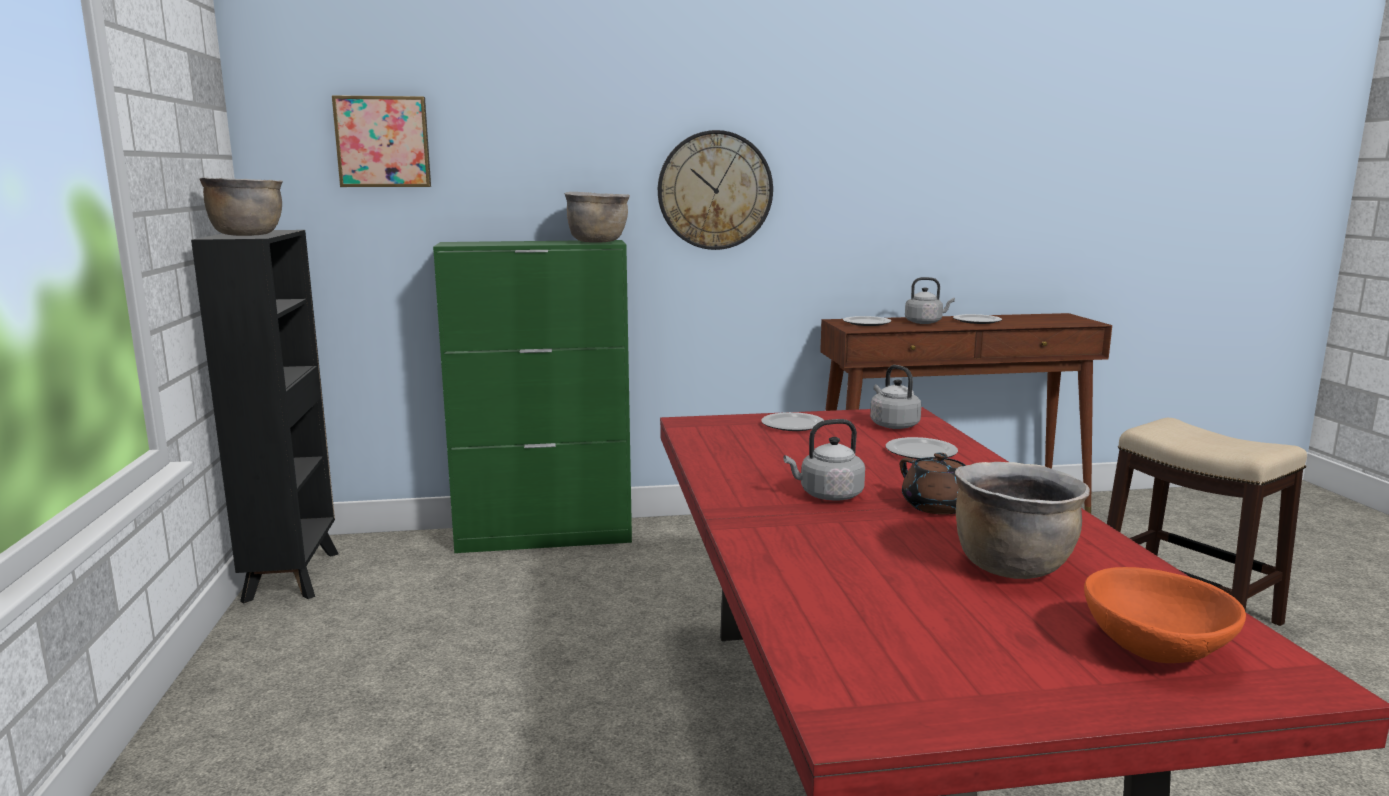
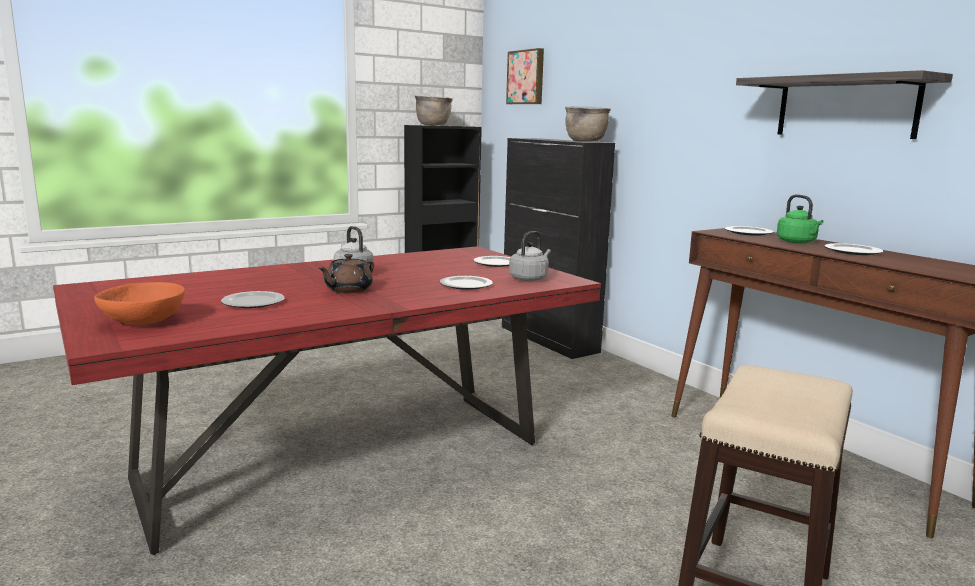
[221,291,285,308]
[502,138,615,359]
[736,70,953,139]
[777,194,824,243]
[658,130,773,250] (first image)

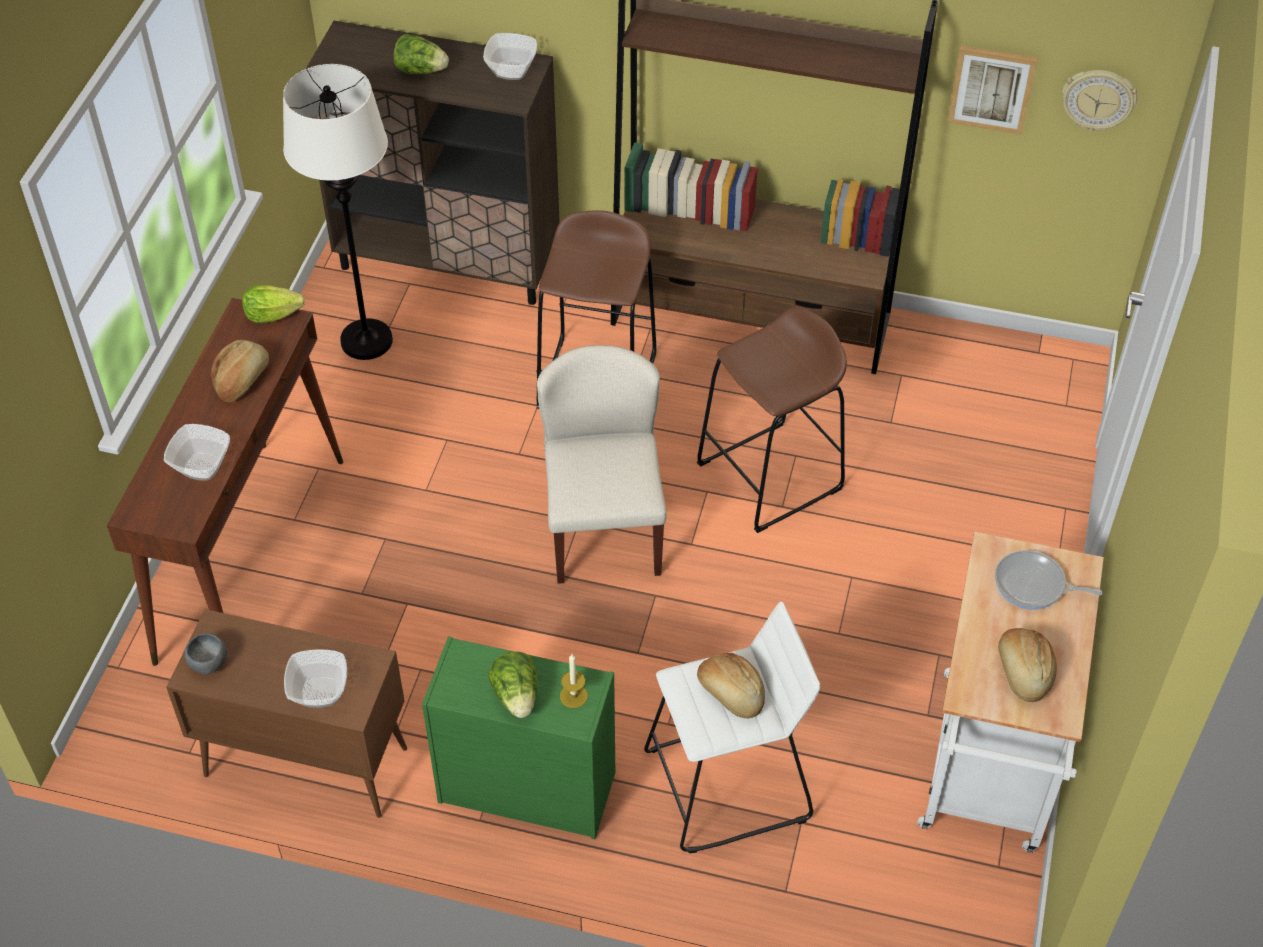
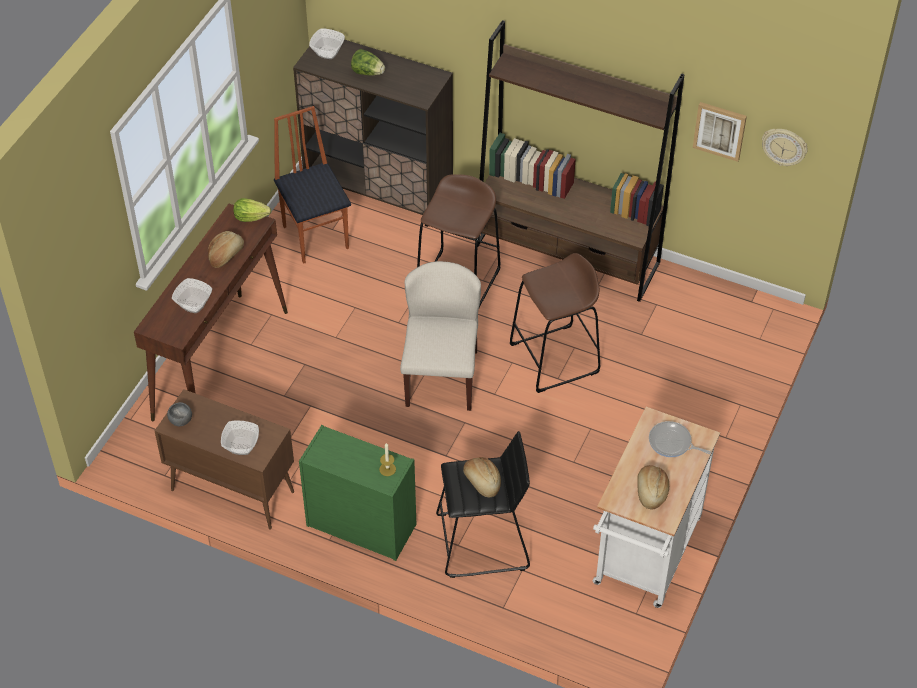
[274,106,351,264]
[309,29,345,59]
[436,431,530,578]
[489,651,537,718] (first image)

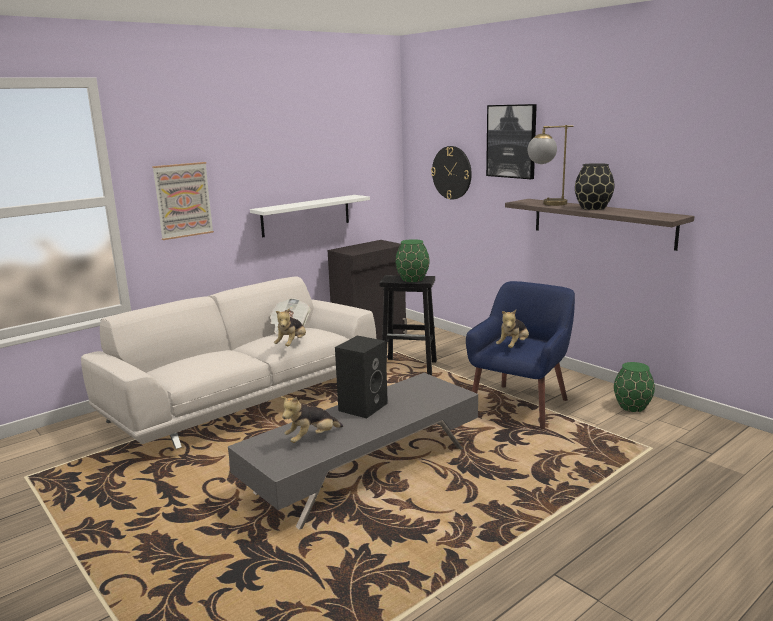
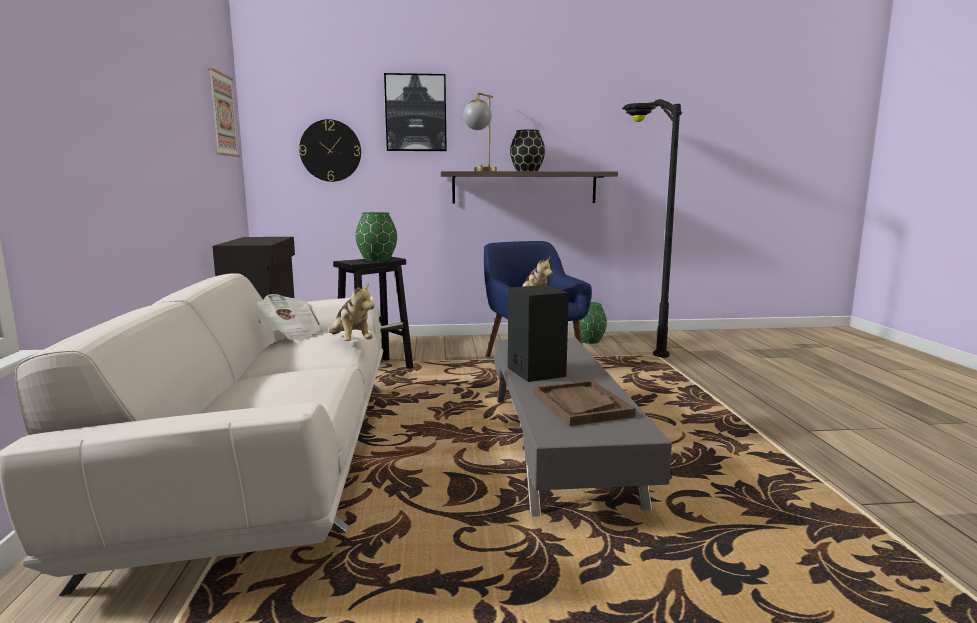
[208,68,240,157]
[534,380,636,426]
[622,99,682,358]
[250,195,370,237] (first image)

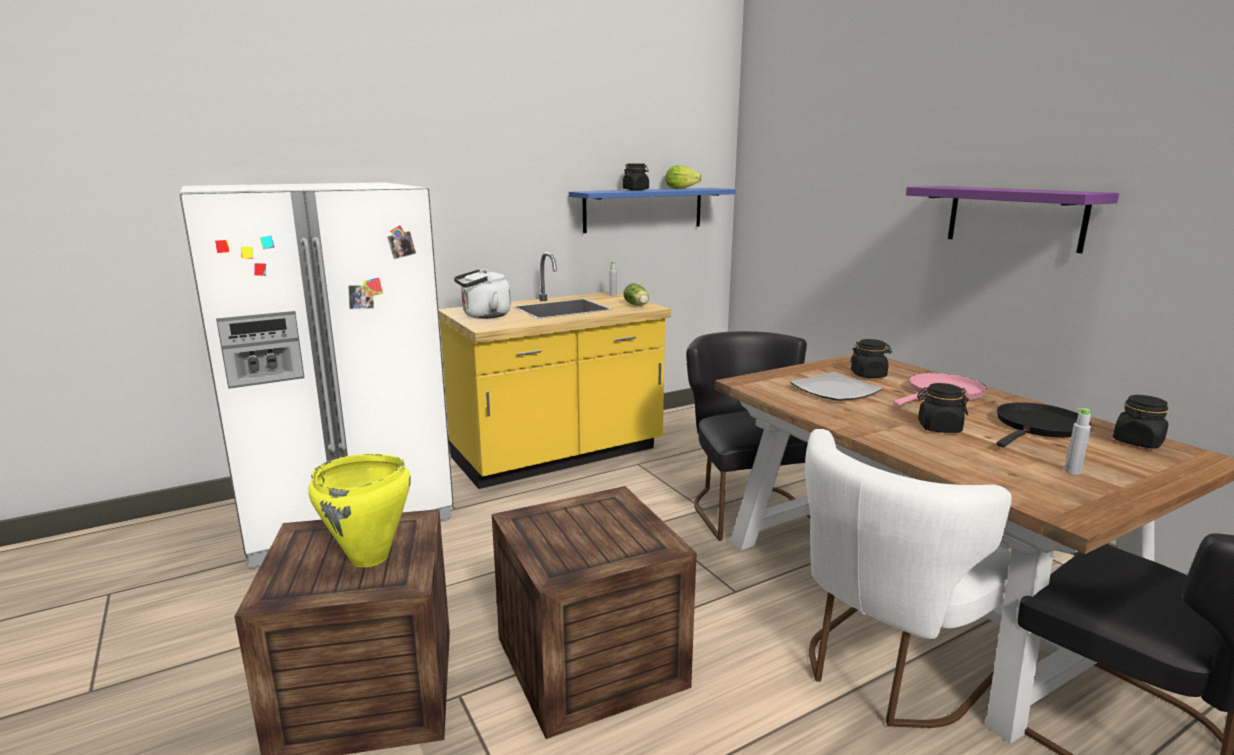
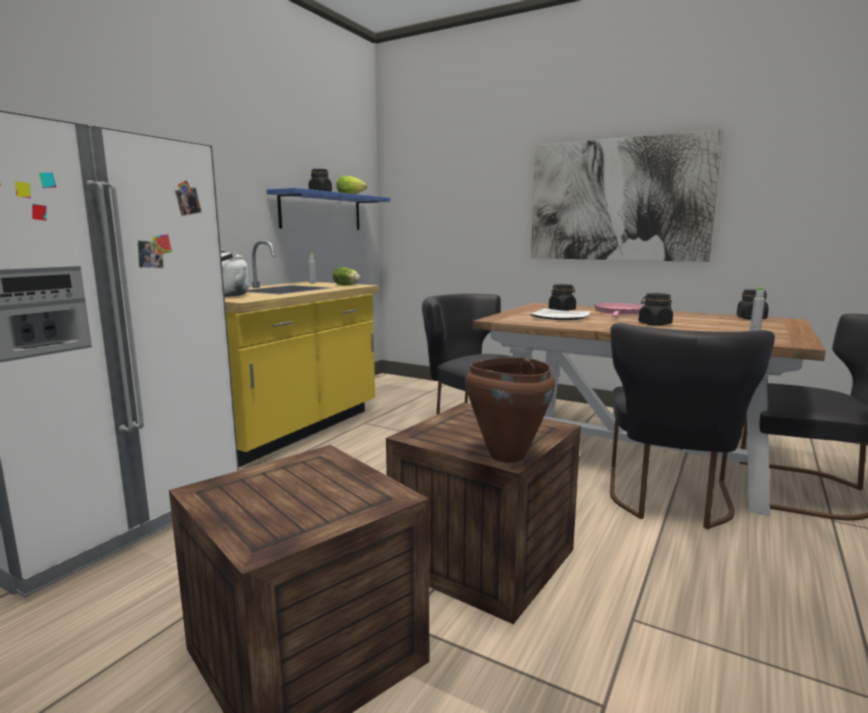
[465,357,555,463]
[531,129,723,262]
[610,323,775,529]
[308,454,411,567] (first image)
[996,402,1091,447] (first image)

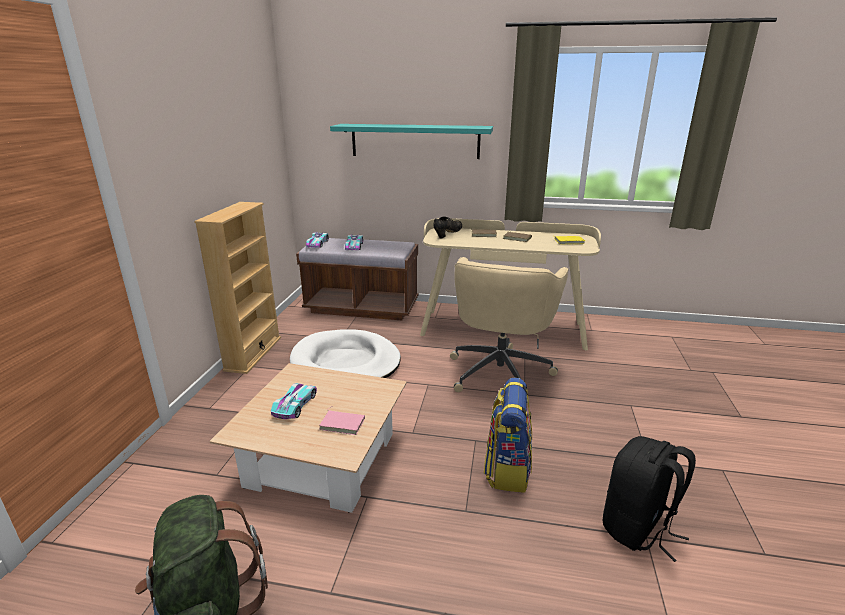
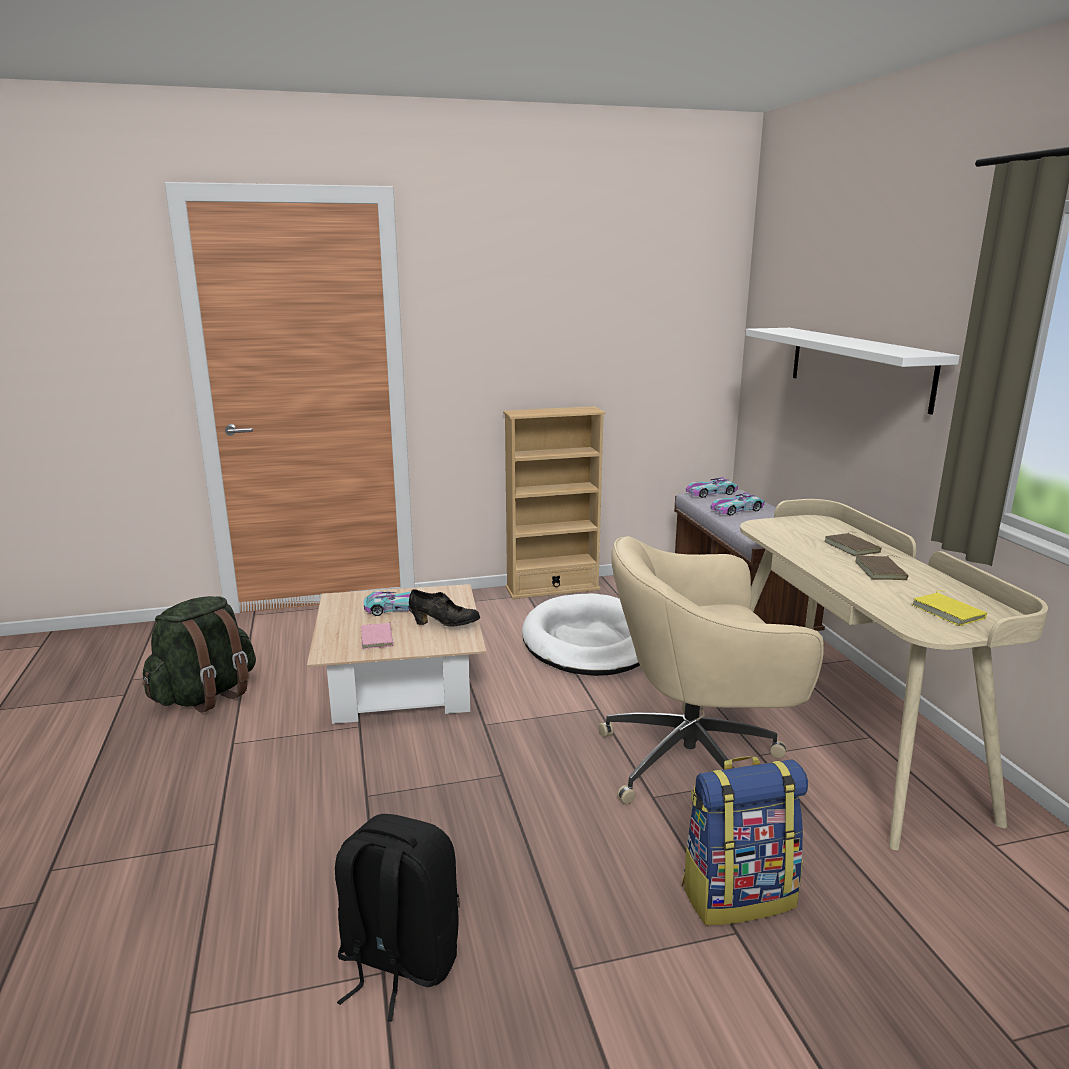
[409,589,480,627]
[682,756,808,925]
[746,328,960,415]

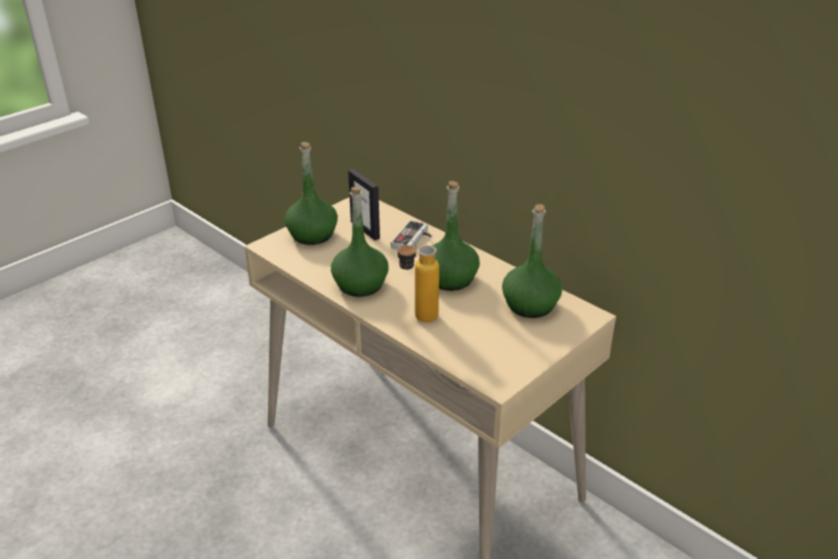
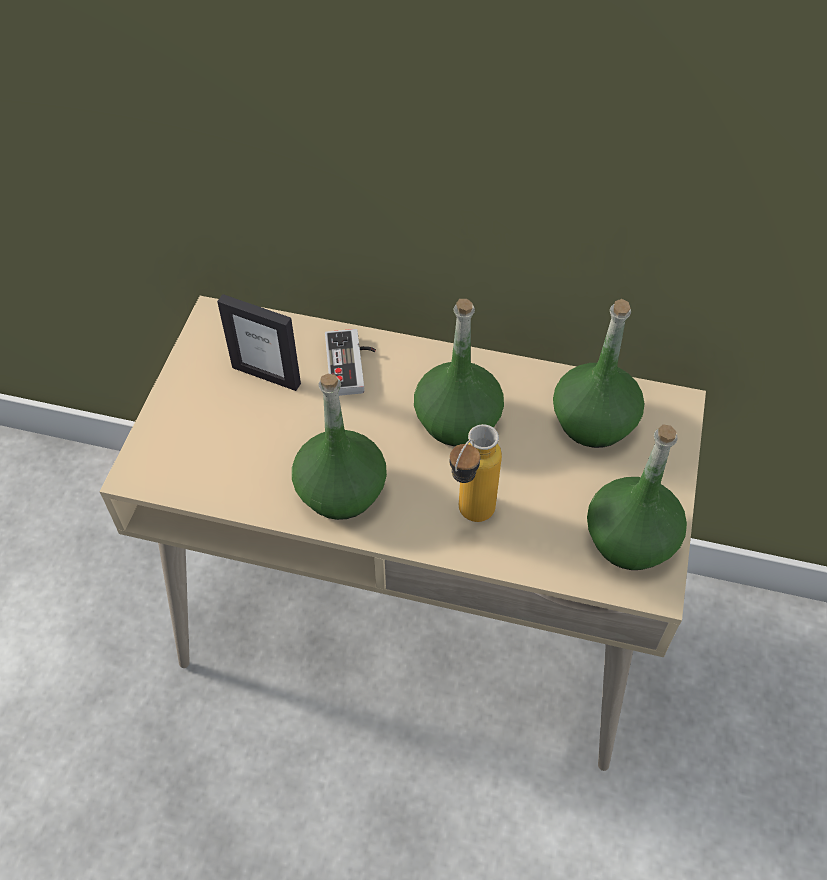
[587,424,687,570]

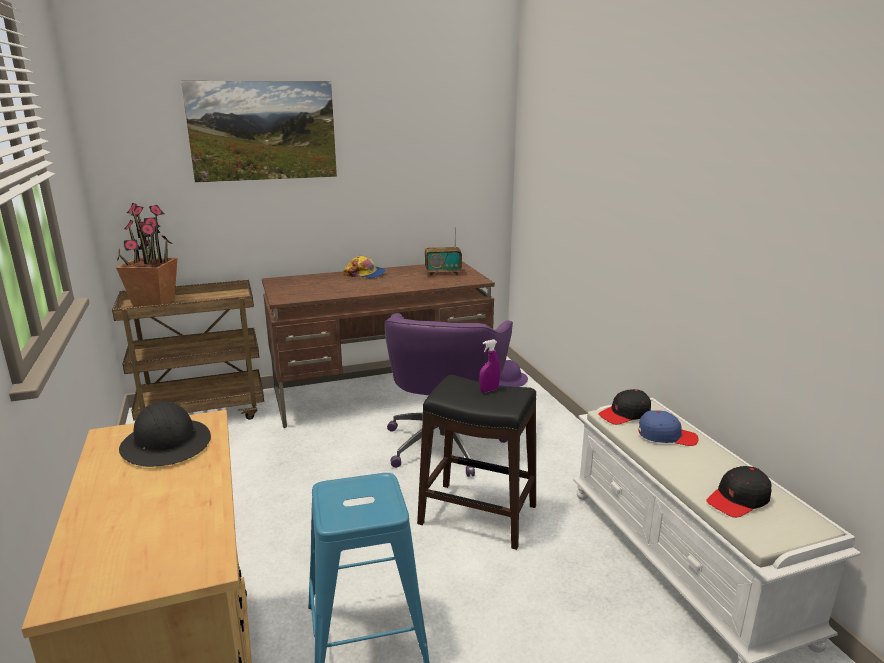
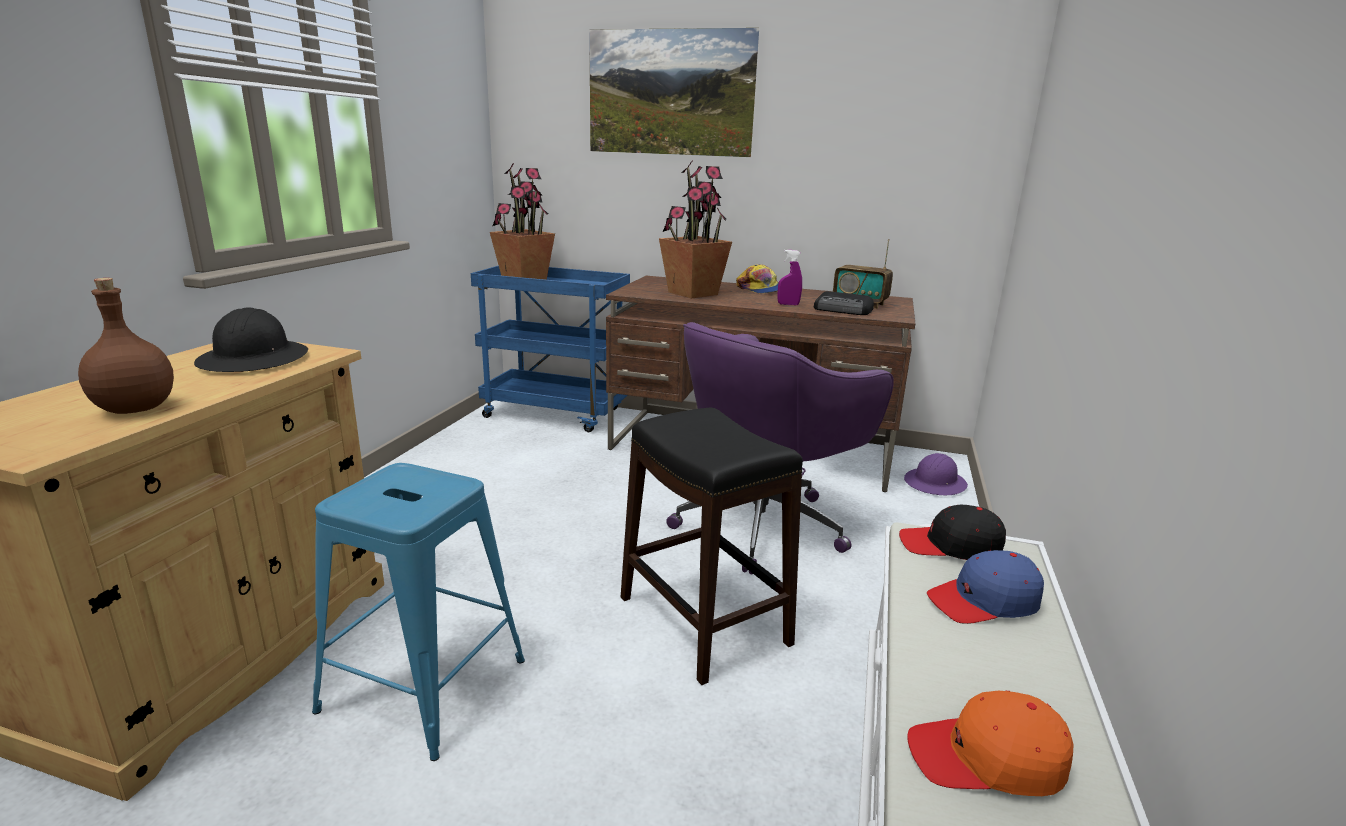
[78,278,174,414]
[471,265,630,432]
[659,161,732,299]
[778,250,802,305]
[814,291,874,315]
[907,691,1073,796]
[927,550,1044,624]

